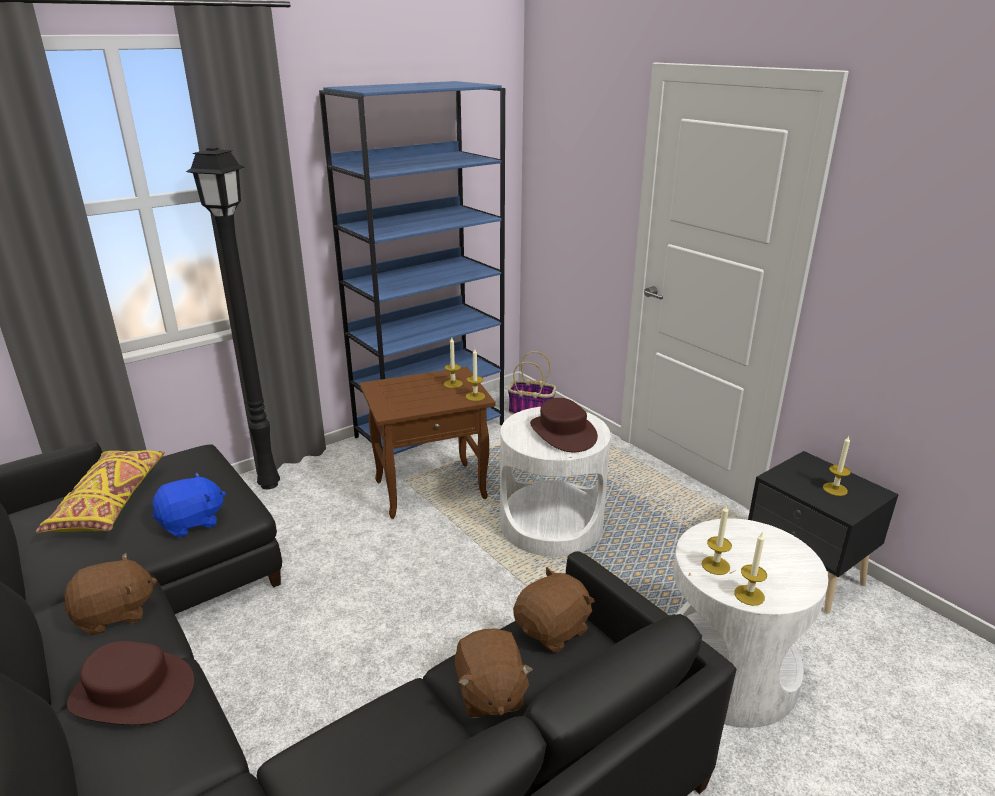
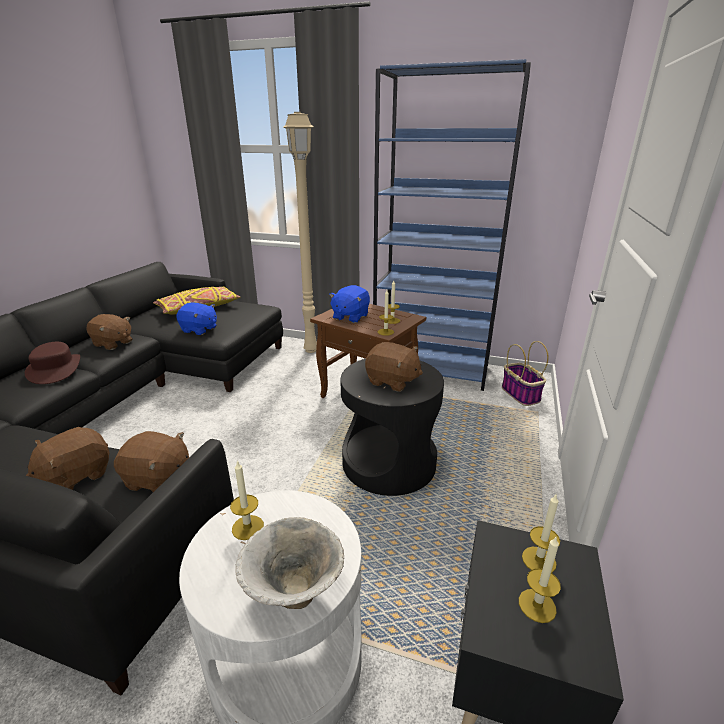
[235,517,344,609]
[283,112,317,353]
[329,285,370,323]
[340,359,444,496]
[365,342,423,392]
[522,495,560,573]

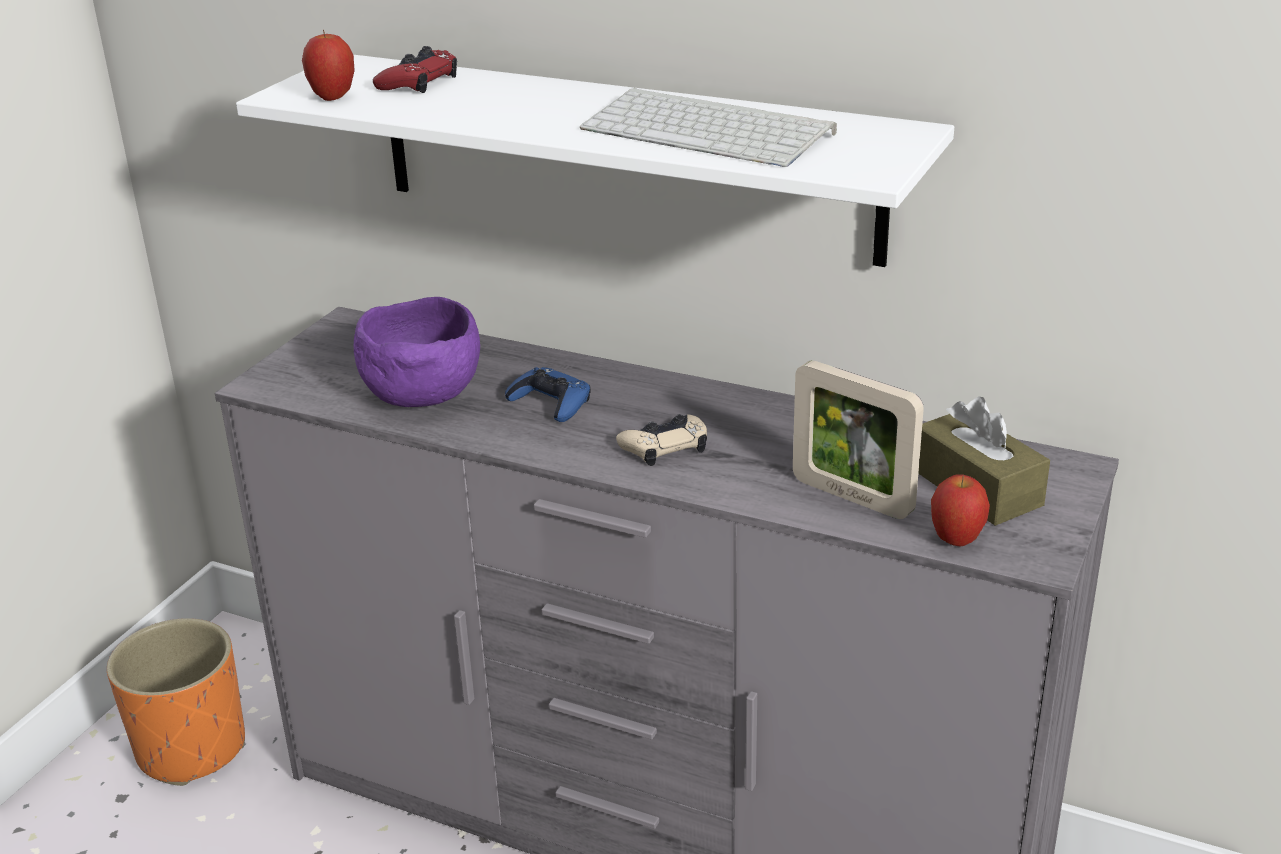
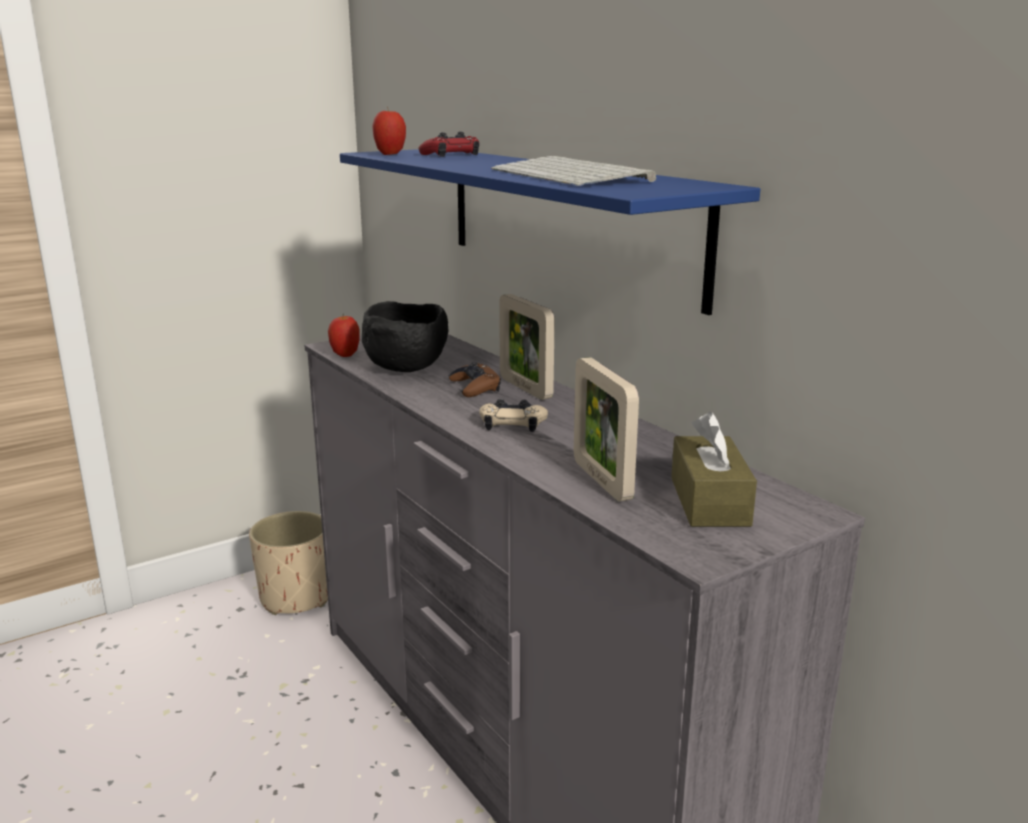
[249,511,328,615]
[328,314,360,357]
[340,149,760,315]
[362,301,448,372]
[449,362,501,397]
[499,294,555,400]

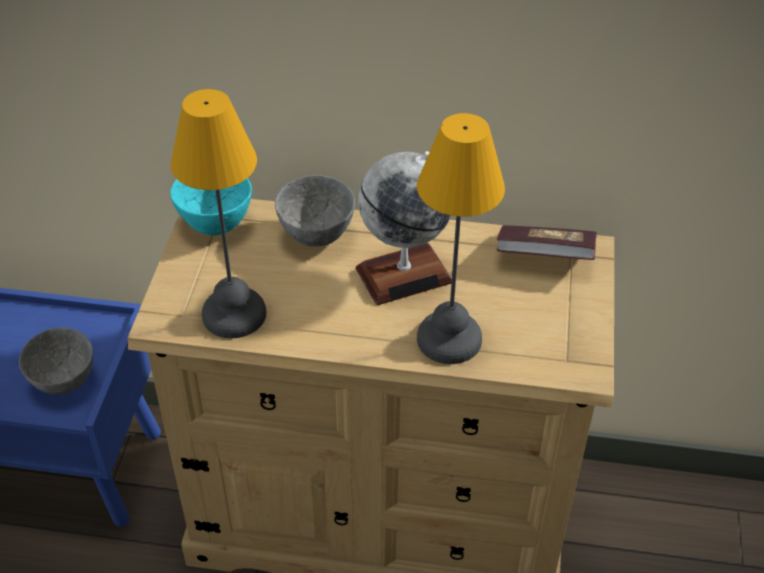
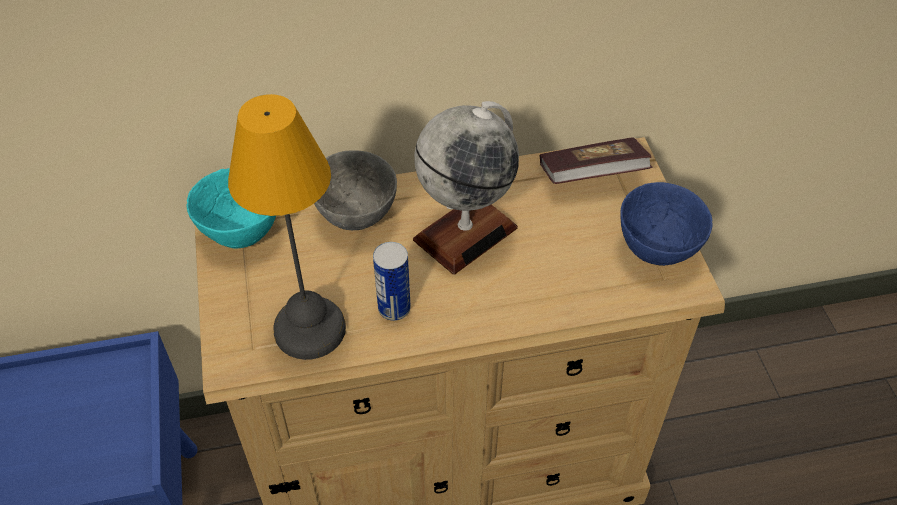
[373,242,411,321]
[620,182,713,266]
[19,328,93,395] (first image)
[417,113,505,364] (first image)

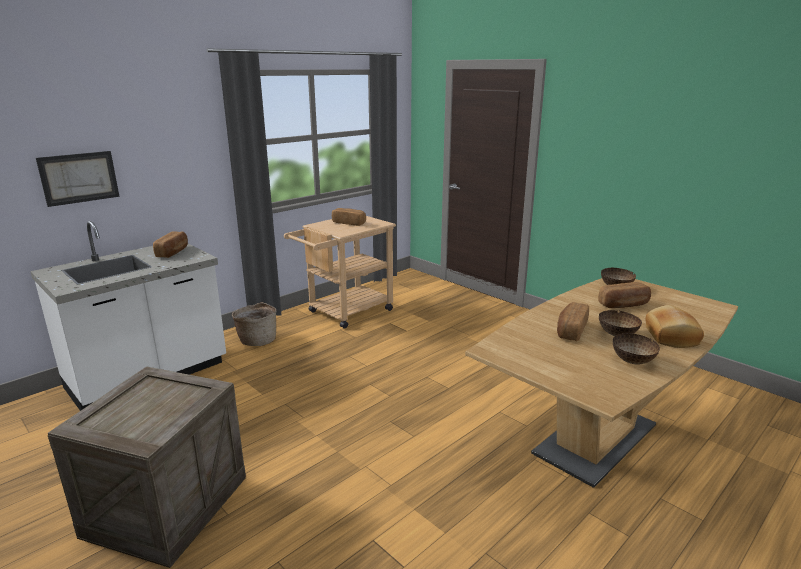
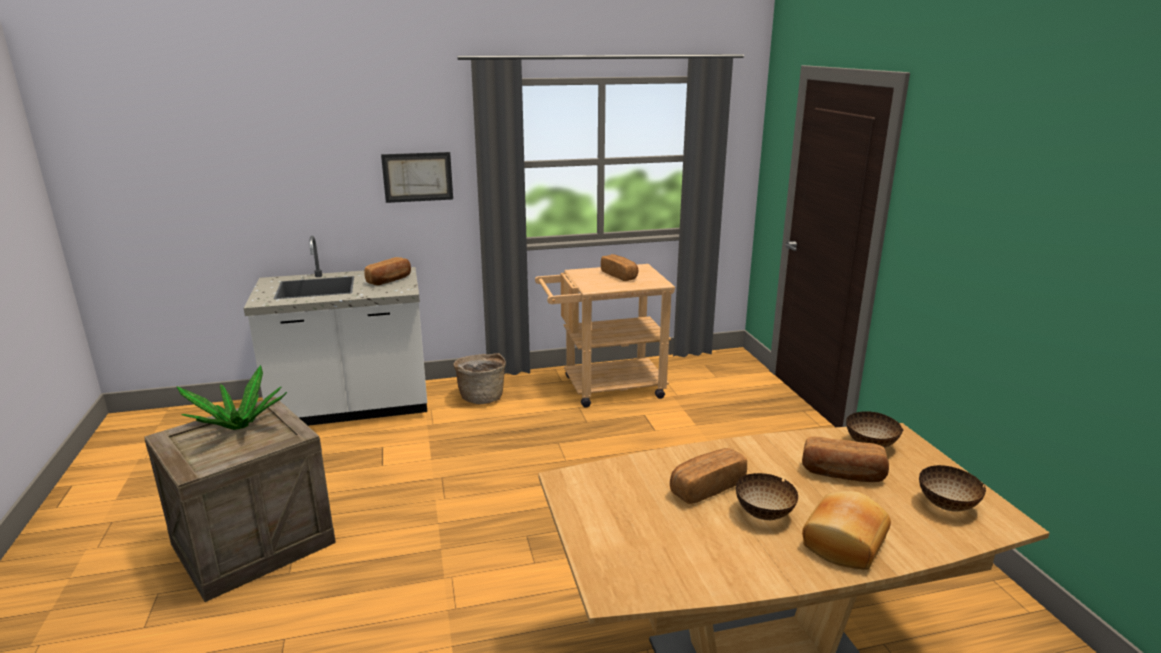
[177,365,287,430]
[381,152,453,203]
[919,465,986,512]

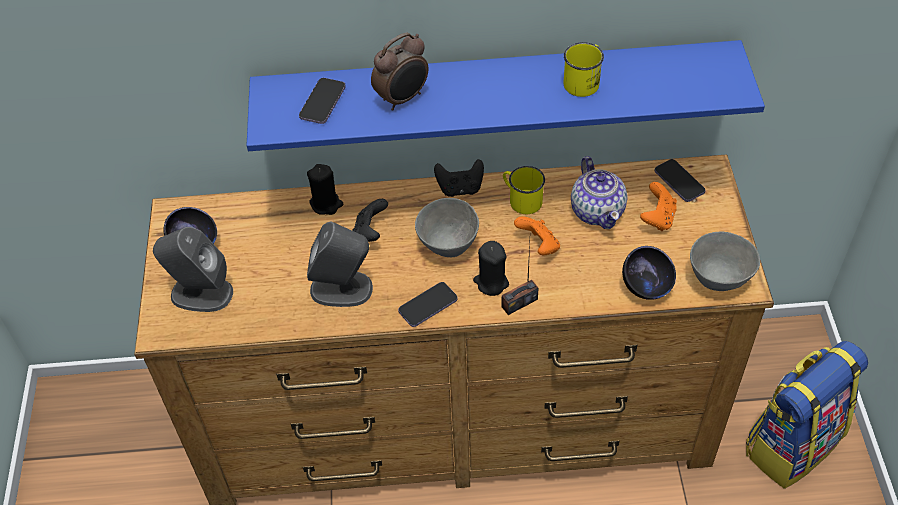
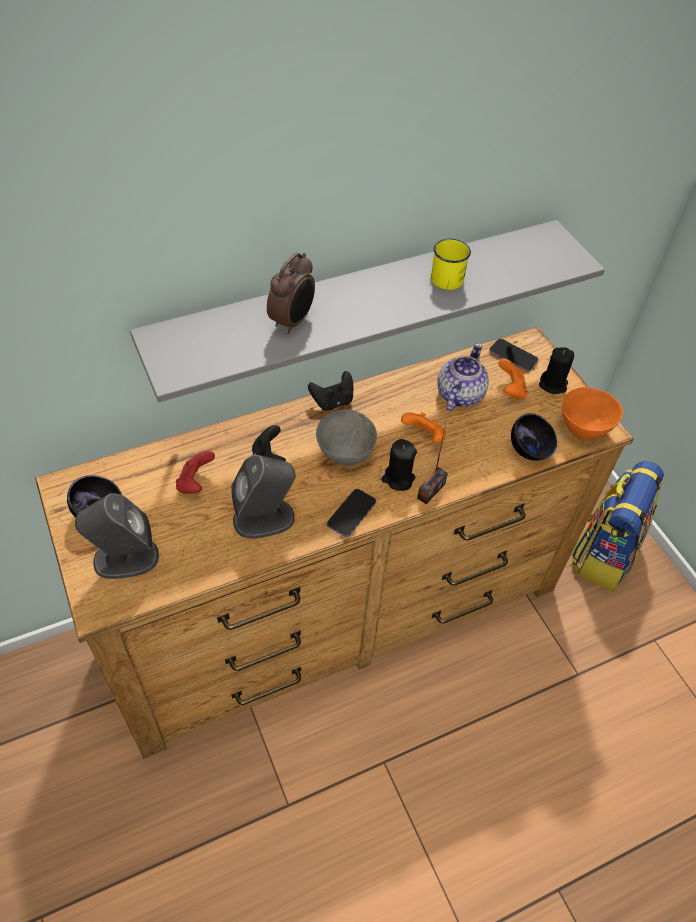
[130,220,605,402]
[176,451,215,494]
[438,343,489,411]
[539,347,574,394]
[562,387,623,440]
[299,78,346,124] (first image)
[503,166,545,214] (first image)

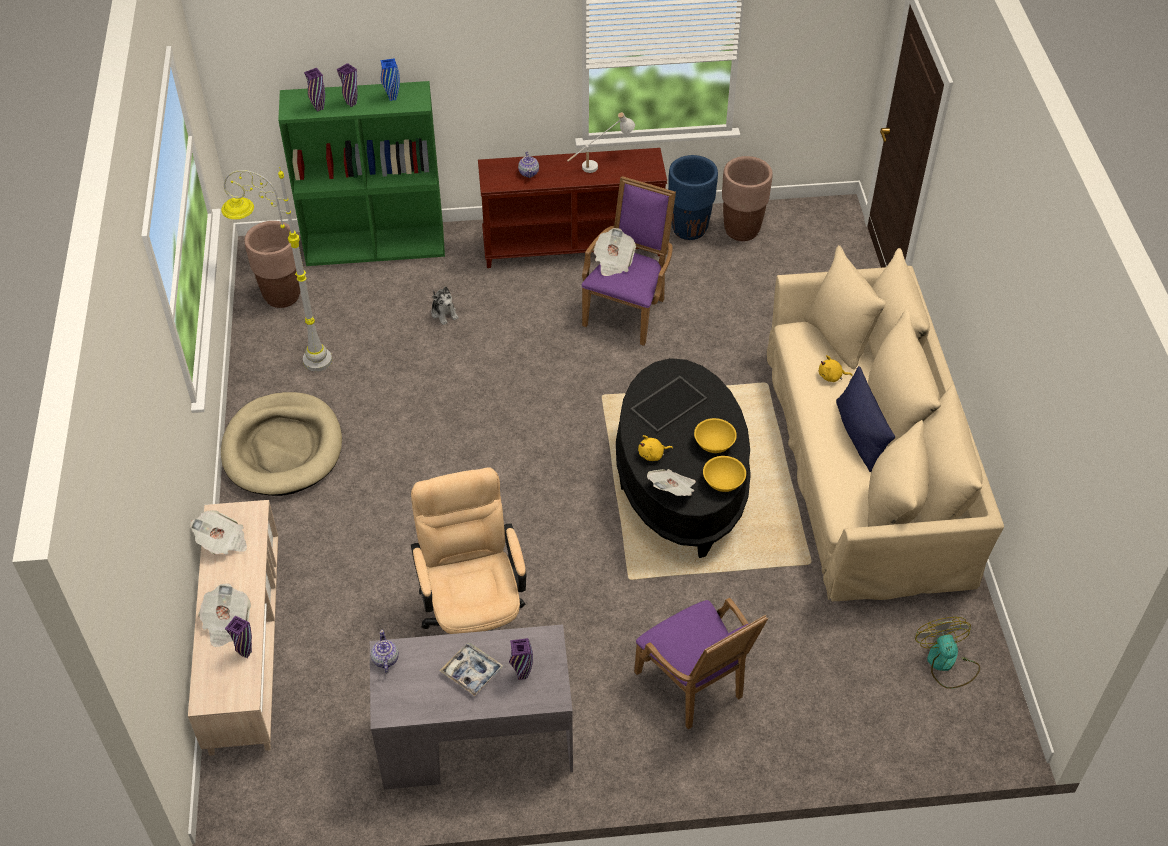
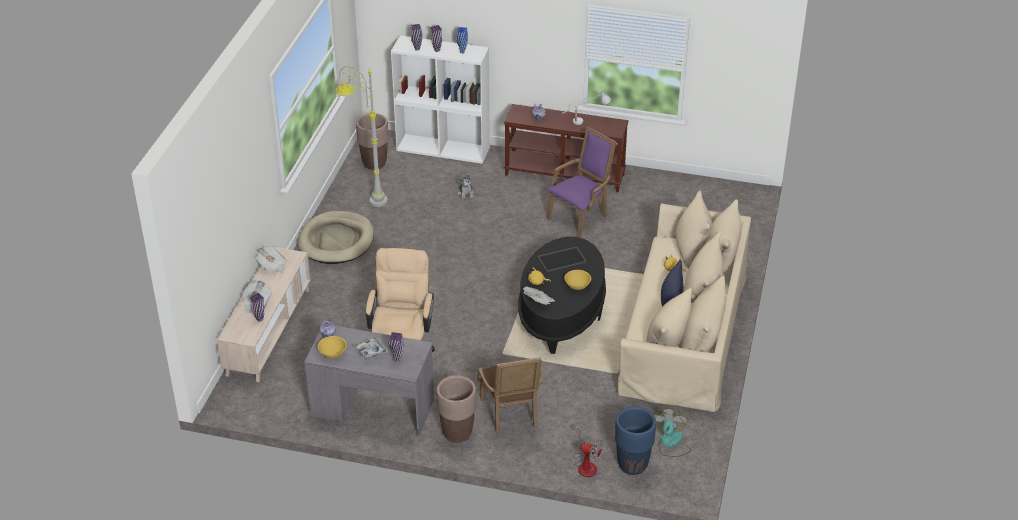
[318,336,347,358]
[391,36,490,164]
[436,375,476,443]
[477,357,543,434]
[573,424,603,477]
[615,406,656,475]
[593,228,636,276] (first image)

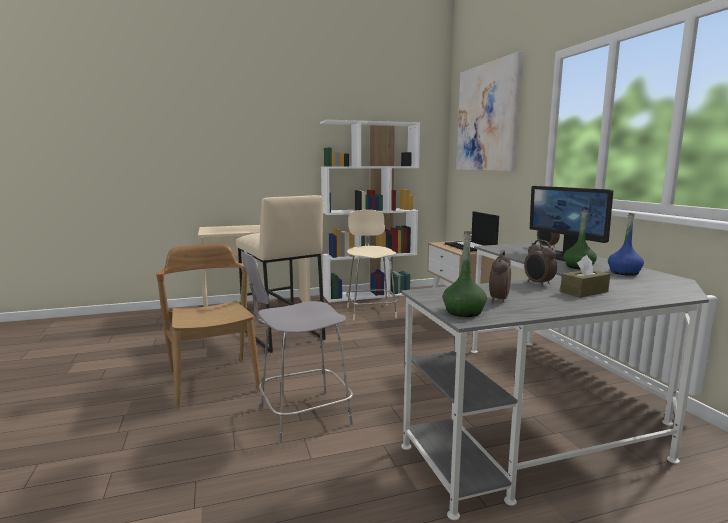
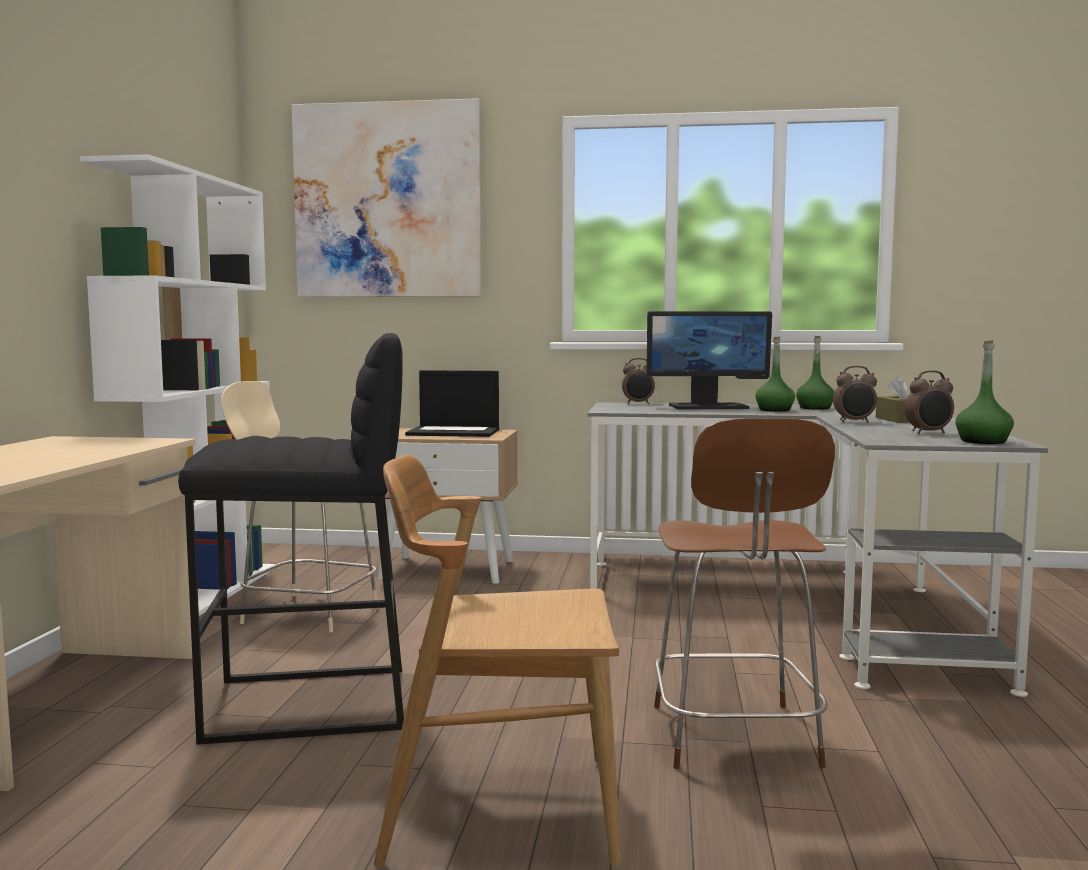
[178,333,404,745]
[654,418,835,769]
[796,336,835,409]
[905,370,954,434]

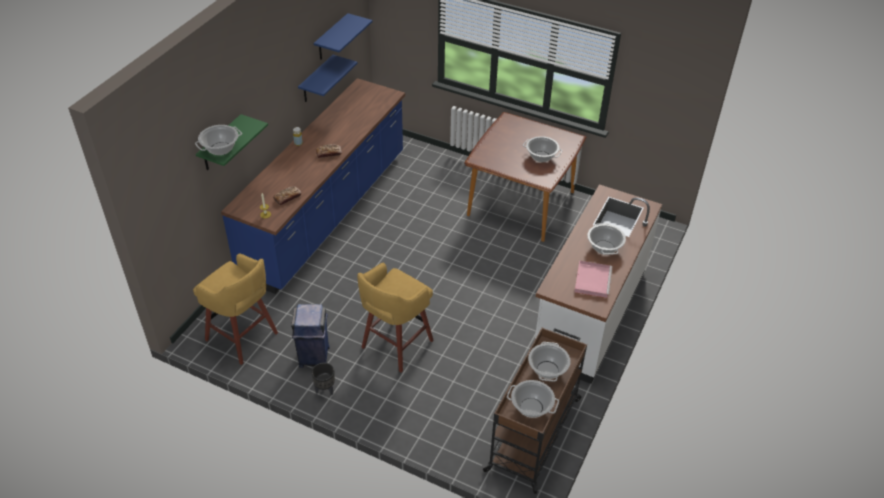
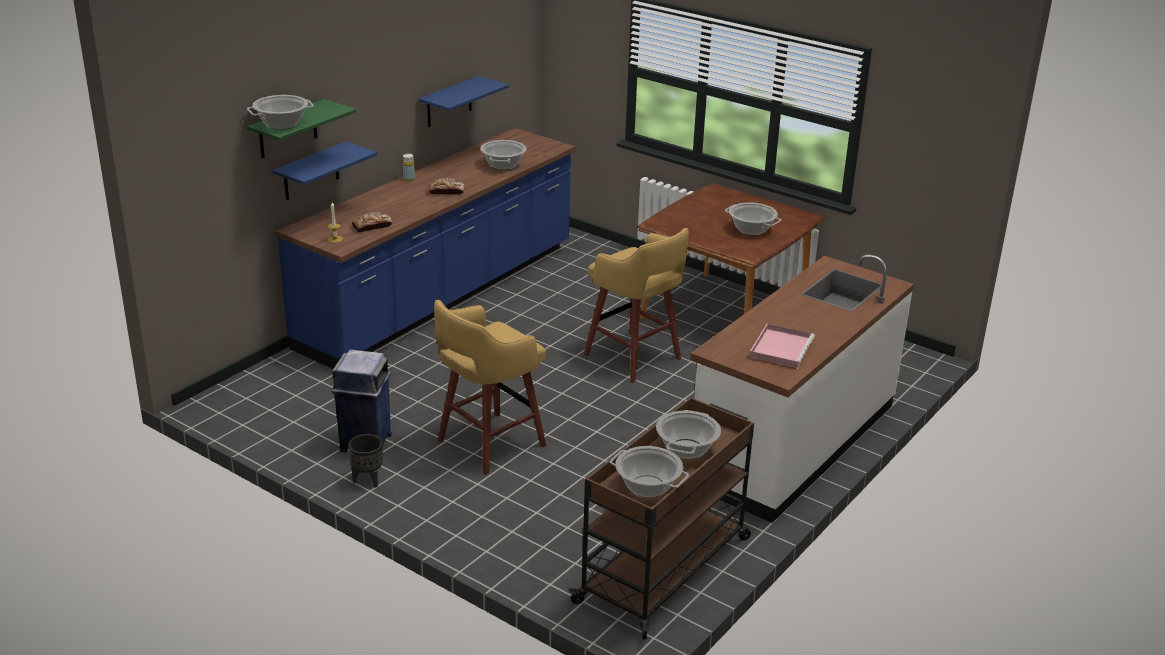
[272,142,377,200]
[480,140,527,170]
[584,228,689,382]

